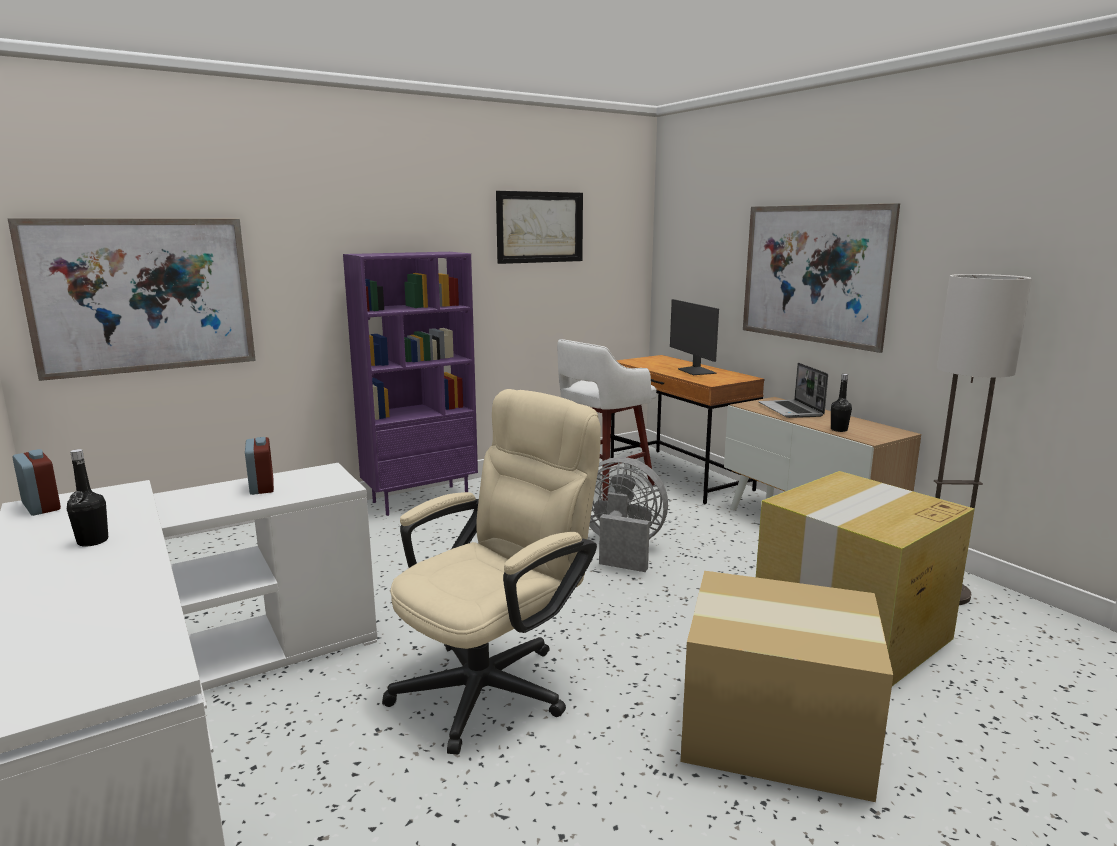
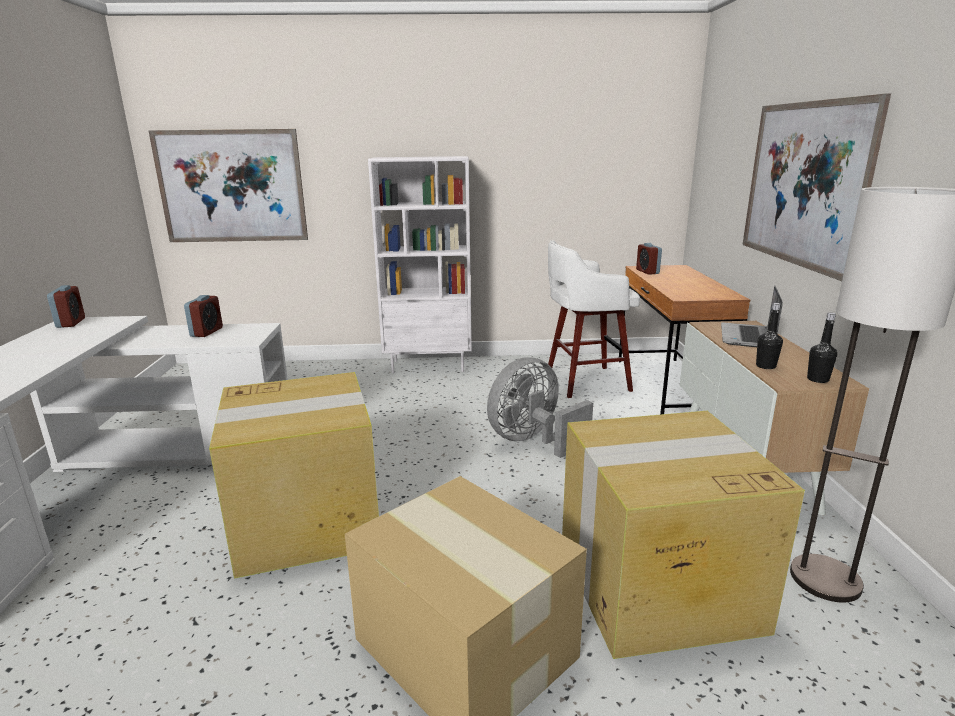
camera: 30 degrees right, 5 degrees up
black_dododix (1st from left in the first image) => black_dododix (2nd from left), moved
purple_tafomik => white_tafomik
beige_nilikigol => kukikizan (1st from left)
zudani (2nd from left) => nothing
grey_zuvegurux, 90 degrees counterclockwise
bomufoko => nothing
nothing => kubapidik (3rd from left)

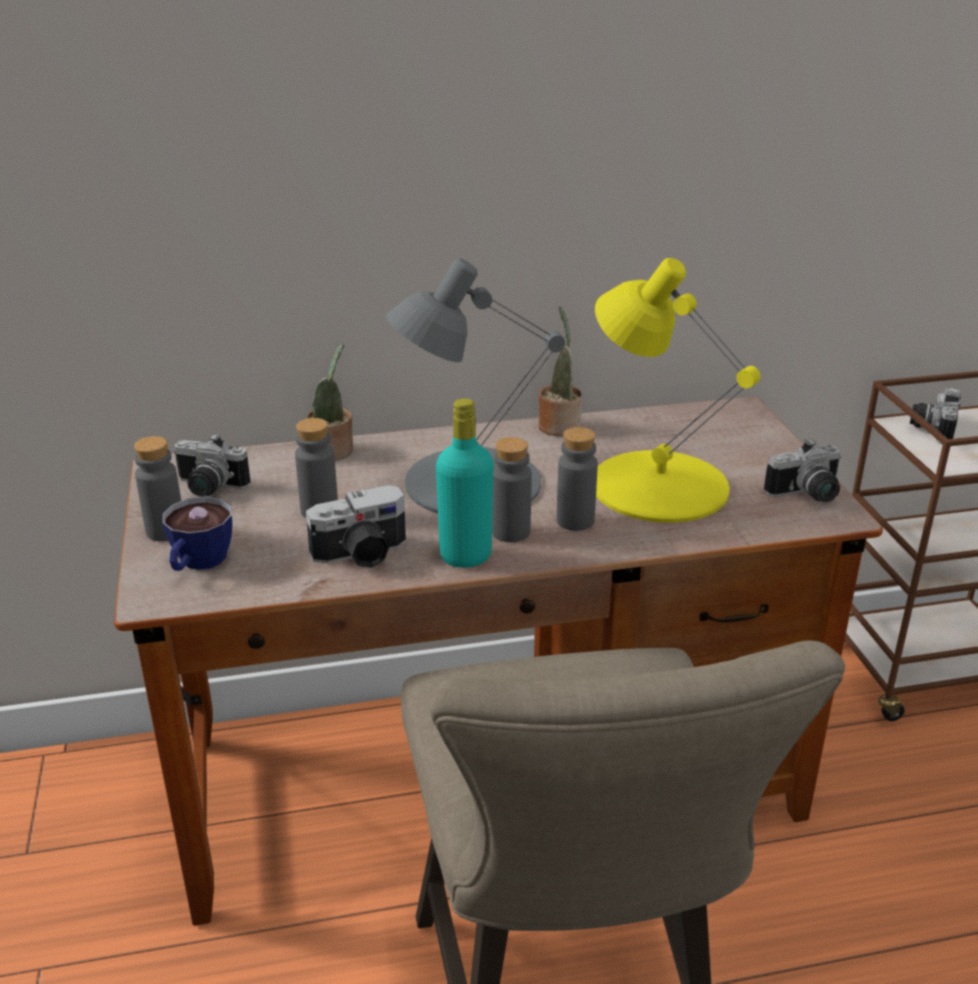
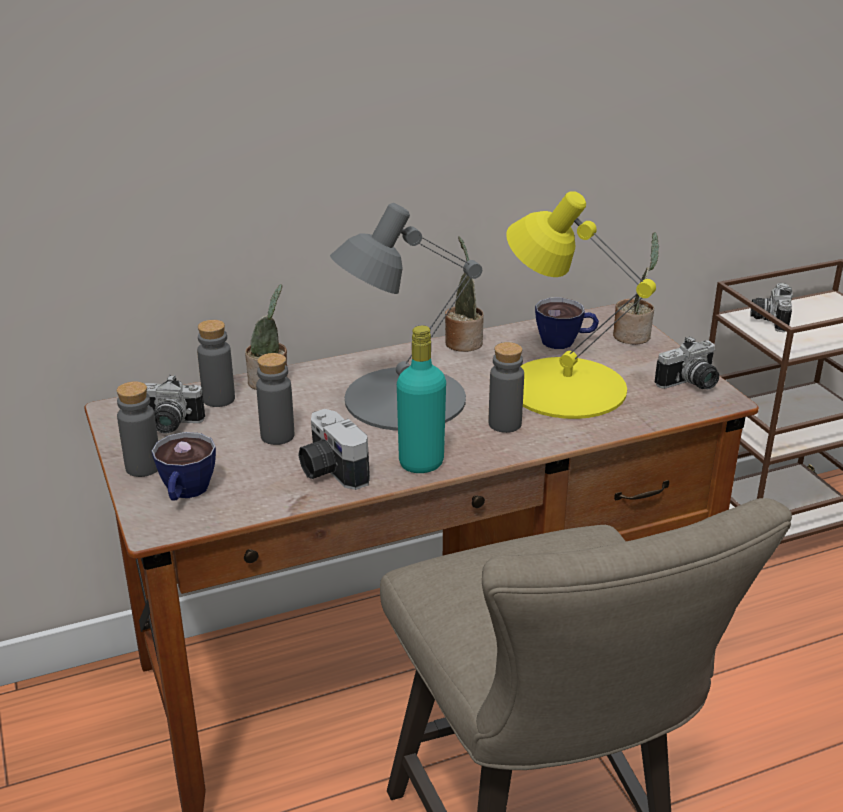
camera: 10 degrees left, 0 degrees up
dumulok (2nd from left), 90 degrees clockwise
grey_dododix (3rd from left in the first image) => grey_dododix (2nd from left), moved
nothing => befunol (2nd from left)
nothing => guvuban (3rd from left)

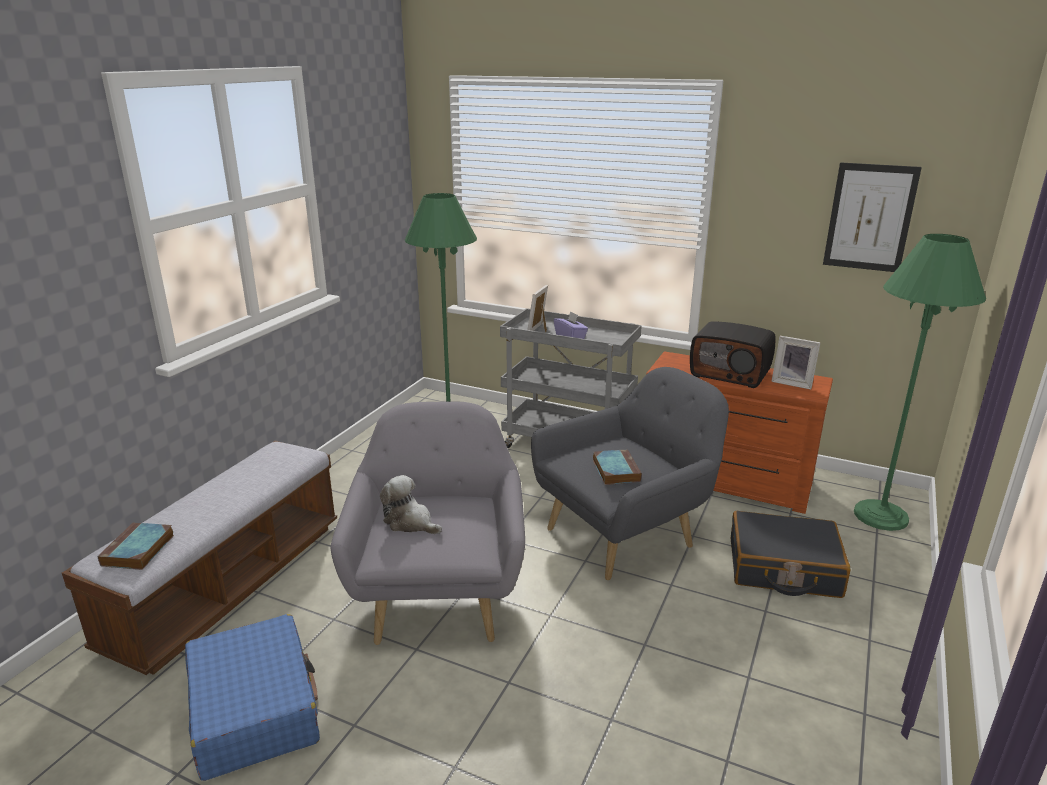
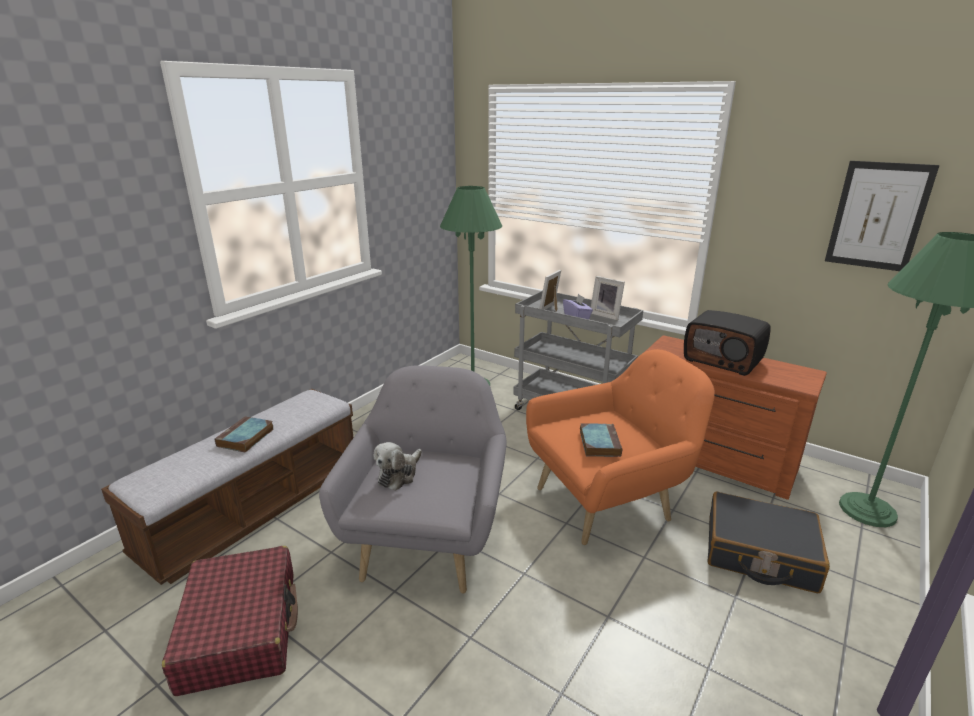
camera: 10 degrees right, 0 degrees up
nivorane (1st from left), moved
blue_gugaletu => red_gugaletu
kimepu, 105 degrees counterclockwise
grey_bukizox (2nd from left) => orange_bukizox
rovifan (2nd from left), moved

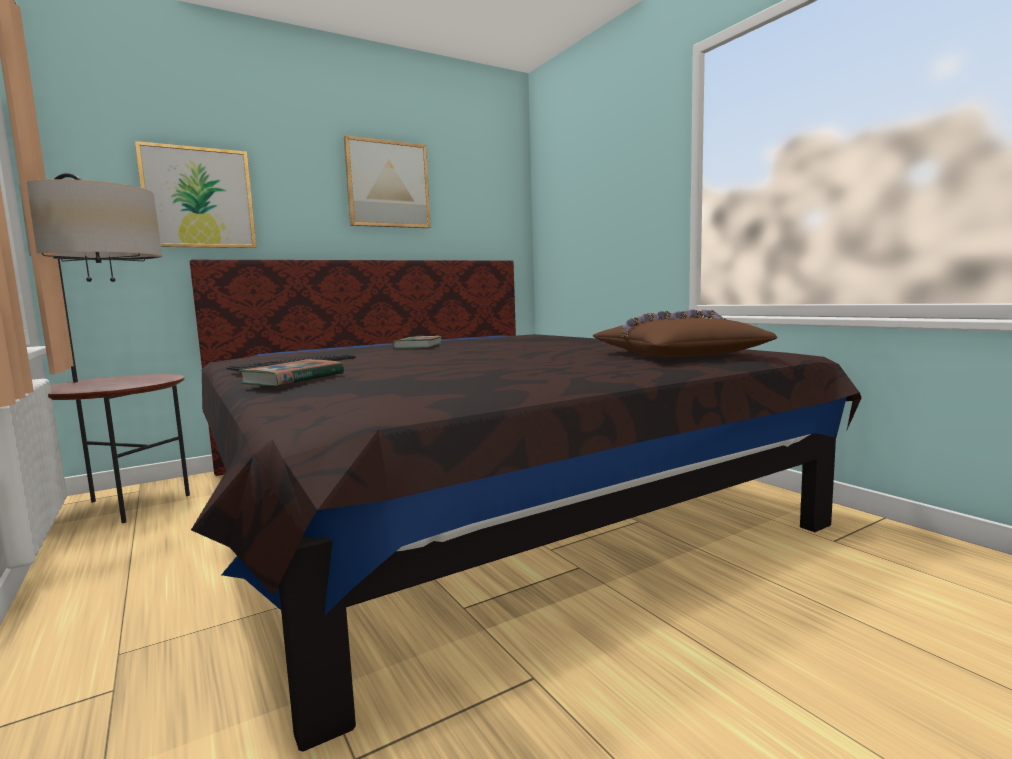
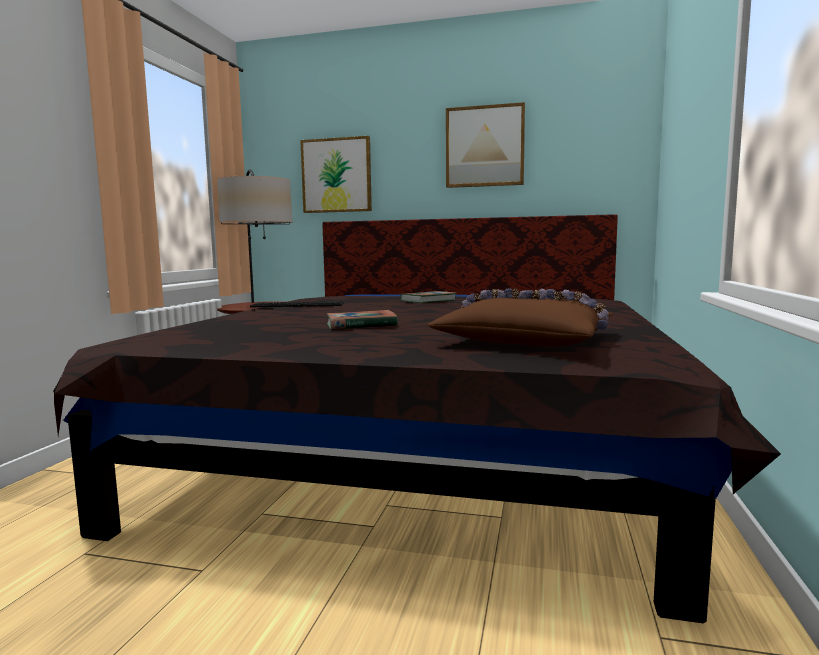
camera: 45 degrees right, 0 degrees up
nivorane (1st from left), moved

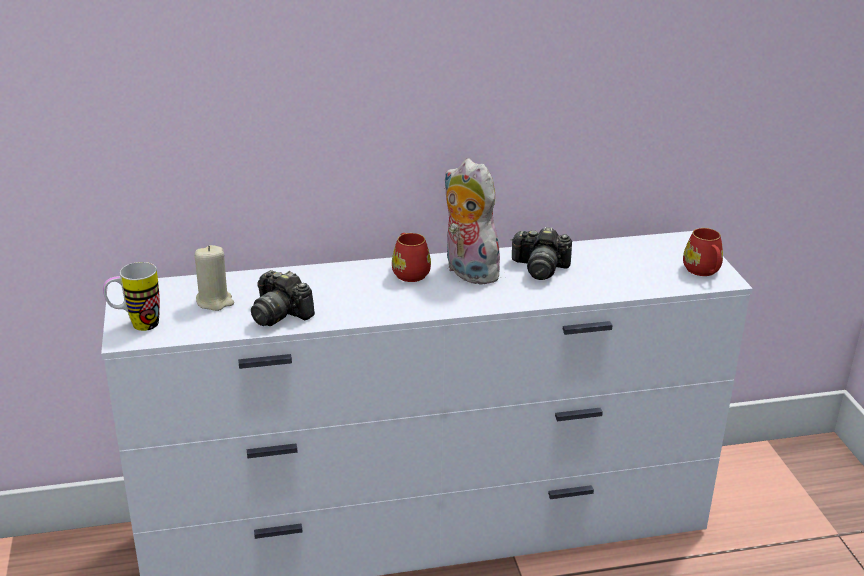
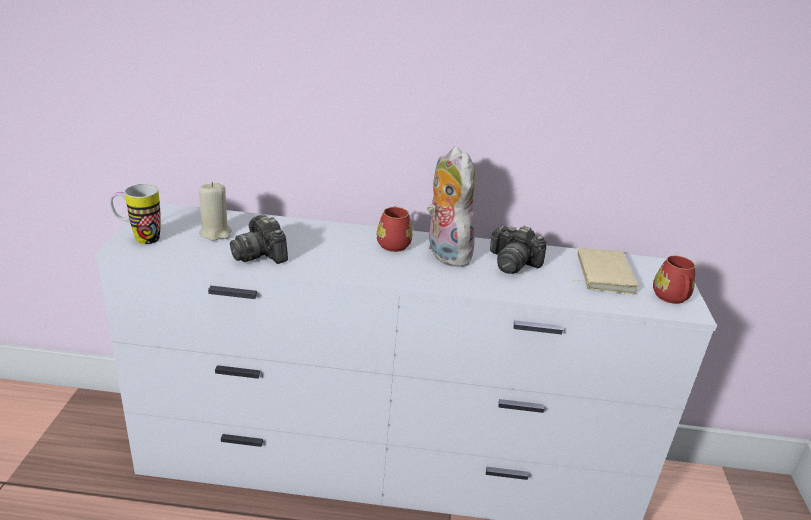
camera: 15 degrees right, 0 degrees up
nothing => beige_nivorane

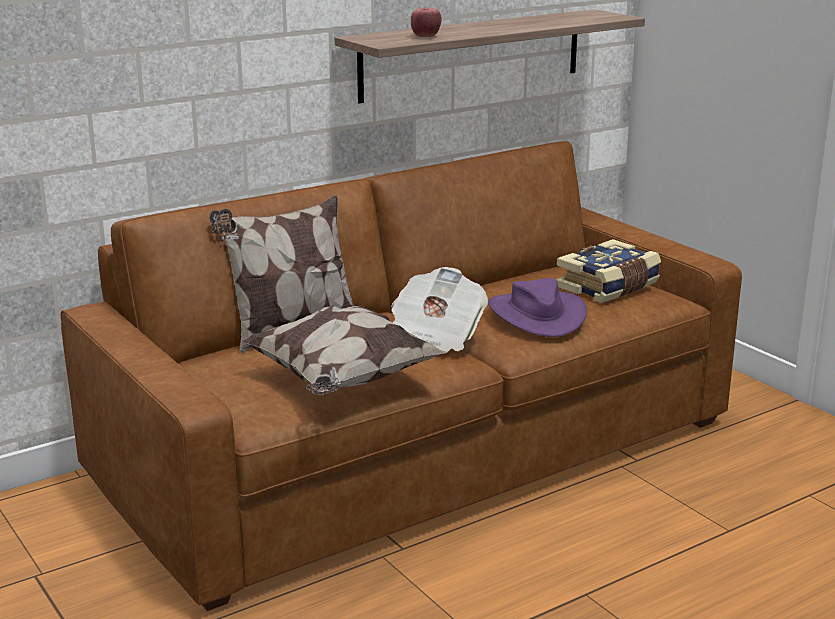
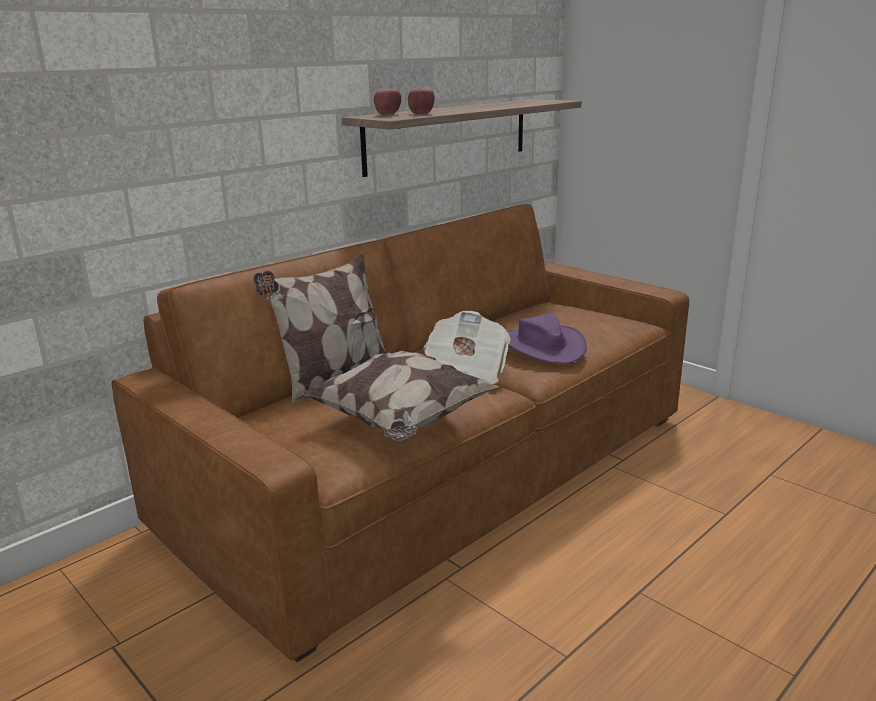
camera: 10 degrees left, 0 degrees up
nivorane => nothing
nothing => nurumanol (1st from left)

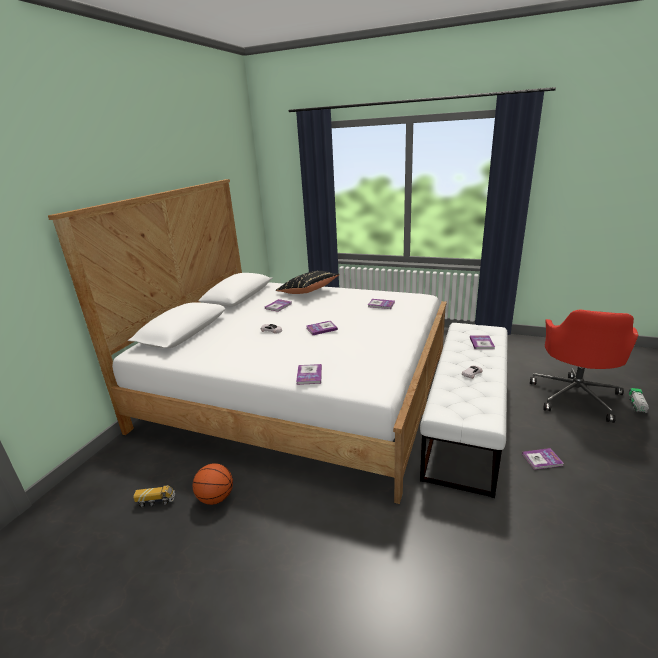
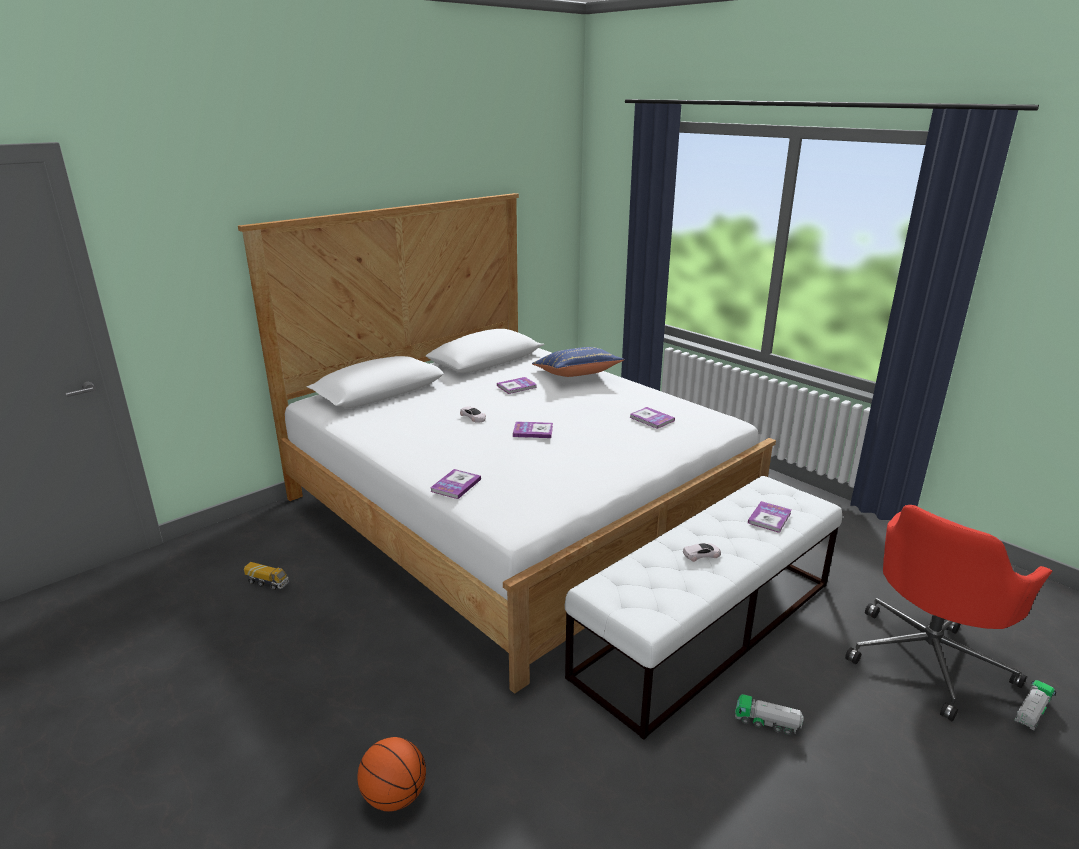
camera: 25 degrees right, 0 degrees up
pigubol, moved
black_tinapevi => blue_tinapevi
nivorane (6th from left) => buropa (2nd from left)

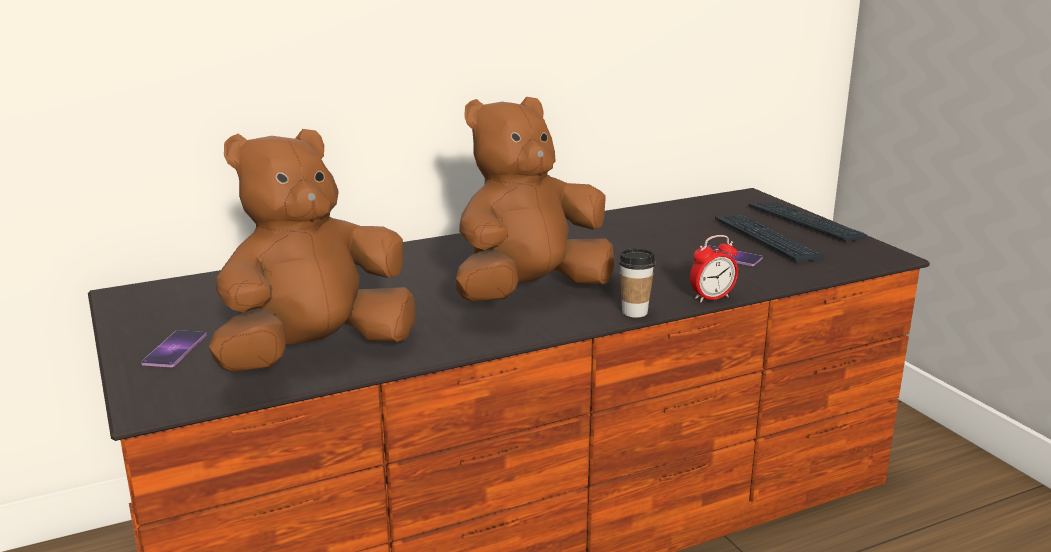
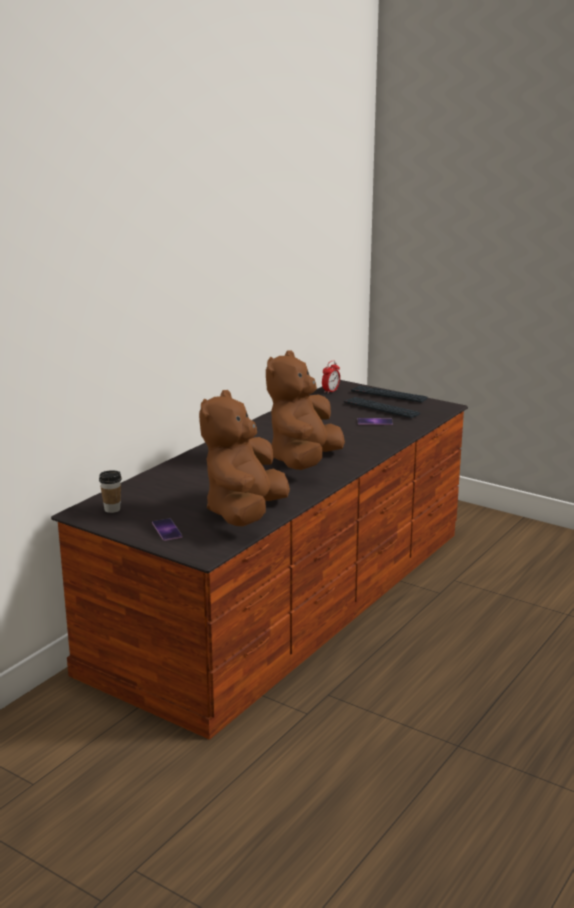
camera: 30 degrees left, 0 degrees up
befunol, moved
kubapidik, moved

